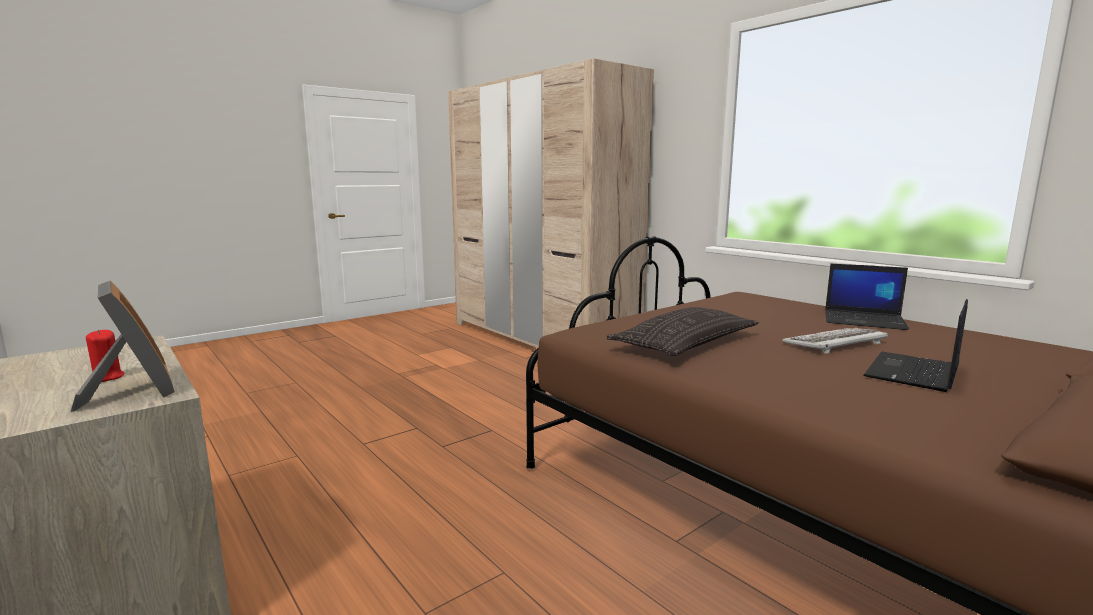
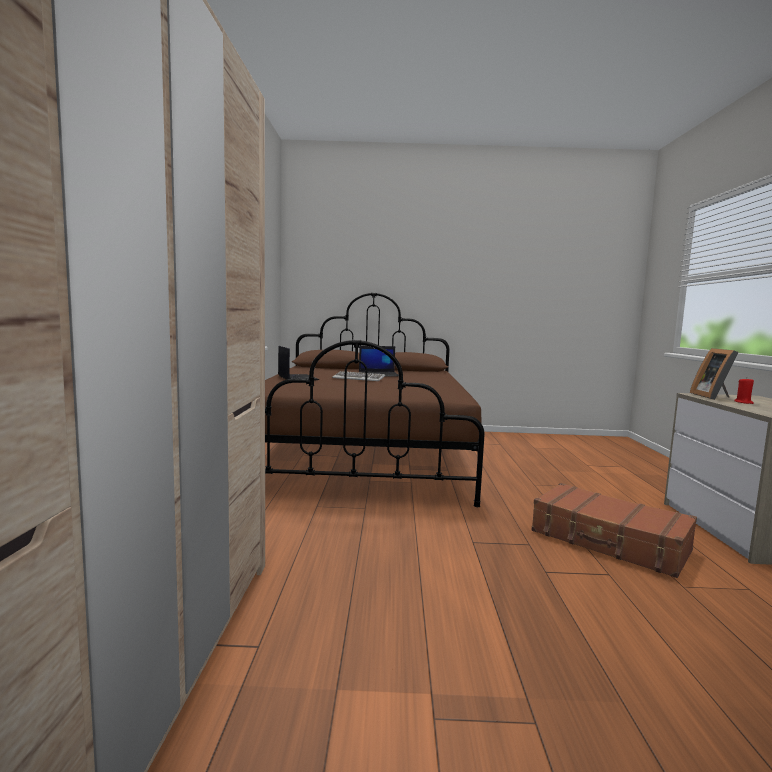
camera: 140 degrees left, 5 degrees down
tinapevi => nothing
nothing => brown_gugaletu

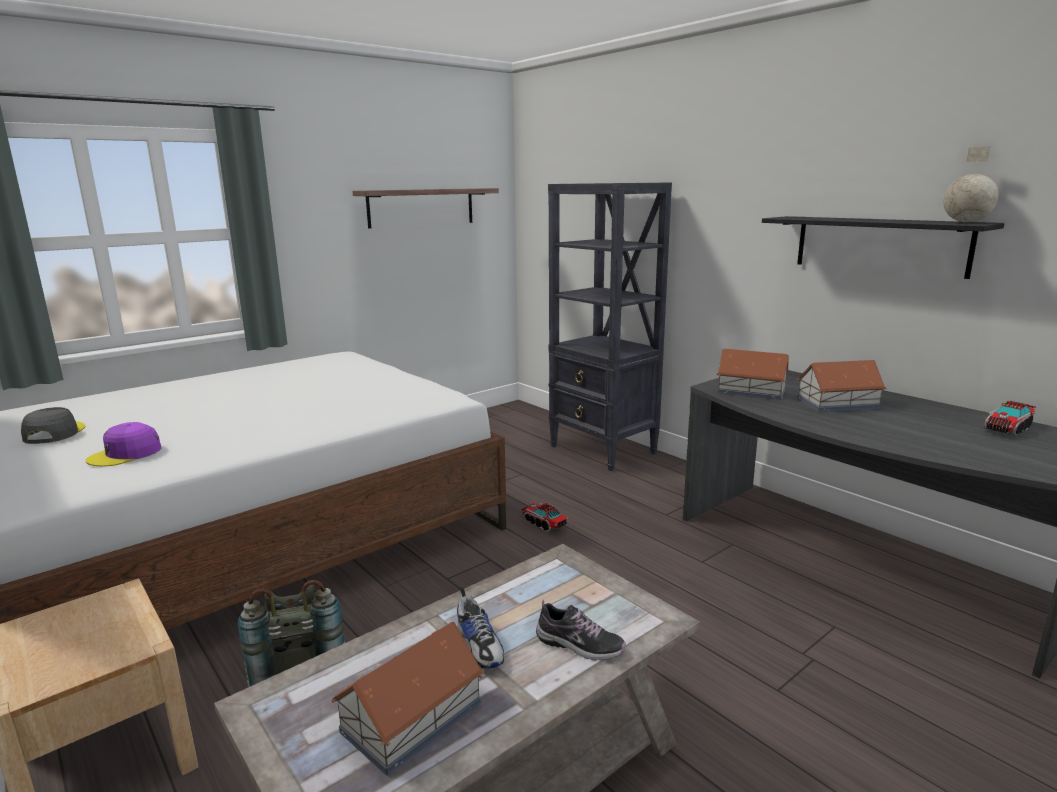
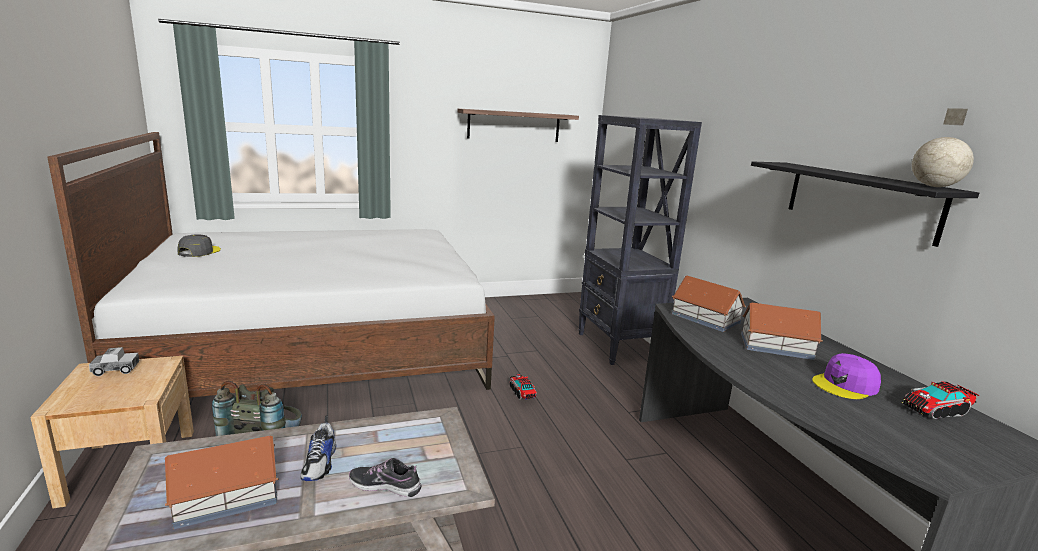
camera: 20 degrees right, 0 degrees up
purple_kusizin, moved
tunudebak (2nd from left), 150 degrees clockwise
nothing => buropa (1st from left)

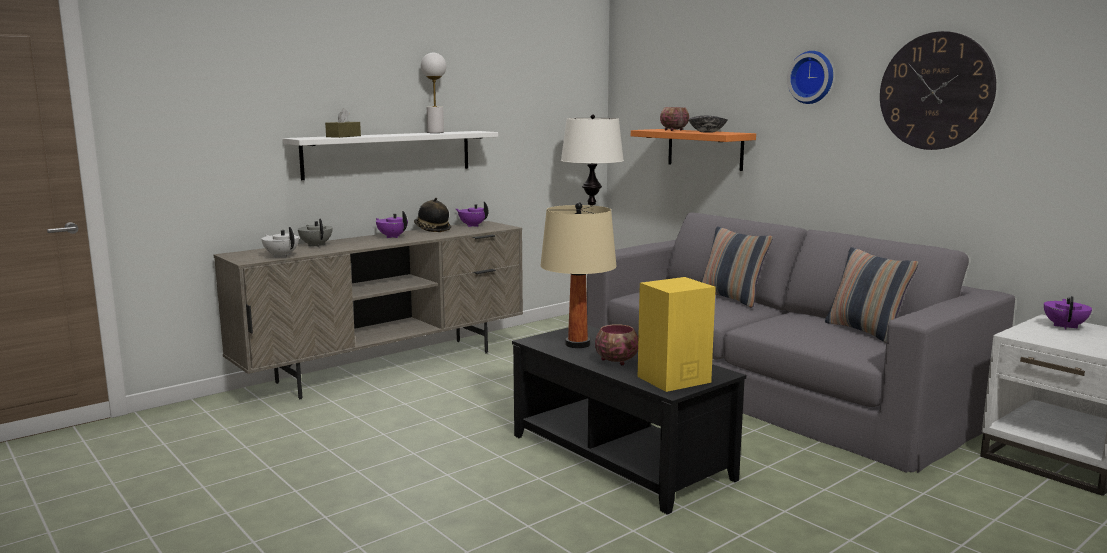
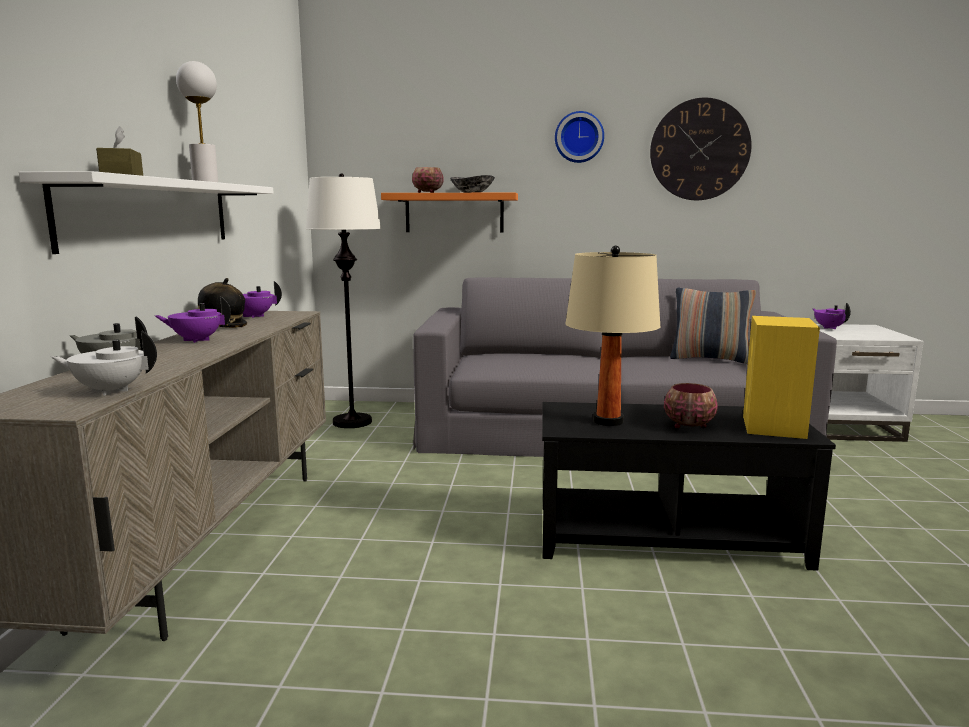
camera: 45 degrees left, 0 degrees up
tinapevi (1st from left) => nothing

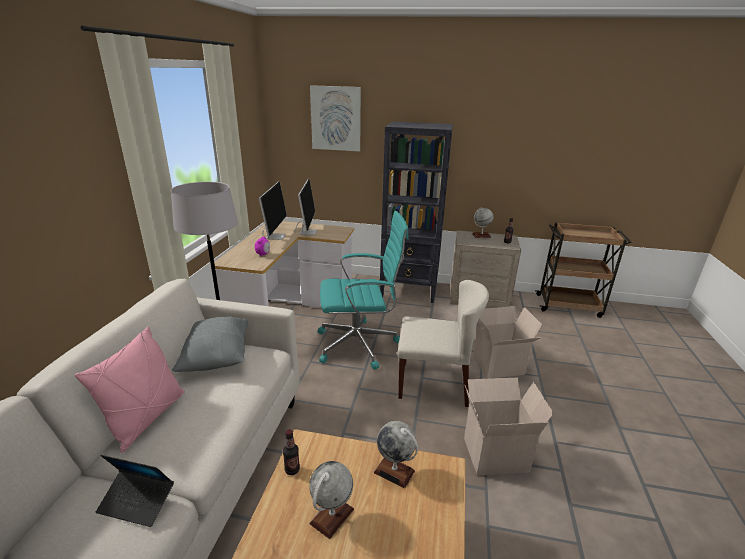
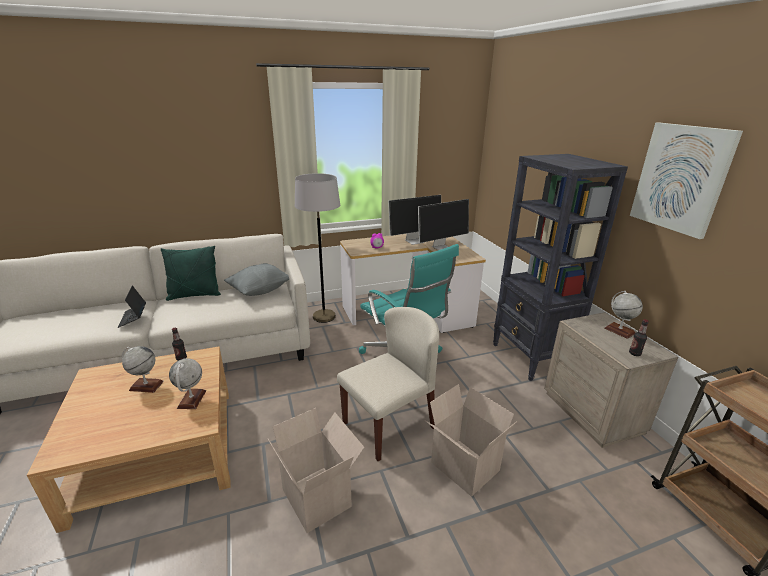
camera: 60 degrees right, 0 degrees up
pink_tinapevi => green_tinapevi
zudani, moved
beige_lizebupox, 105 degrees counterclockwise

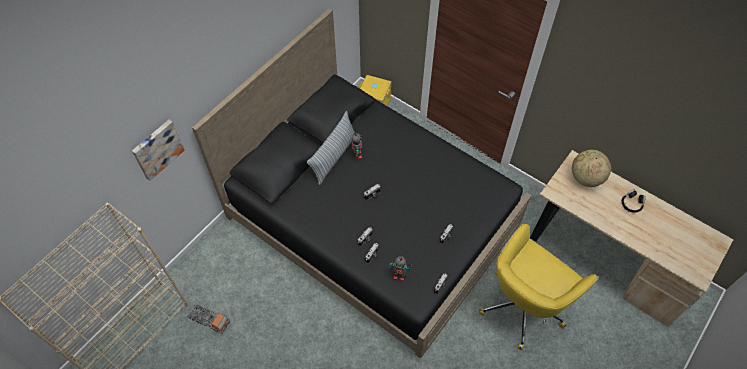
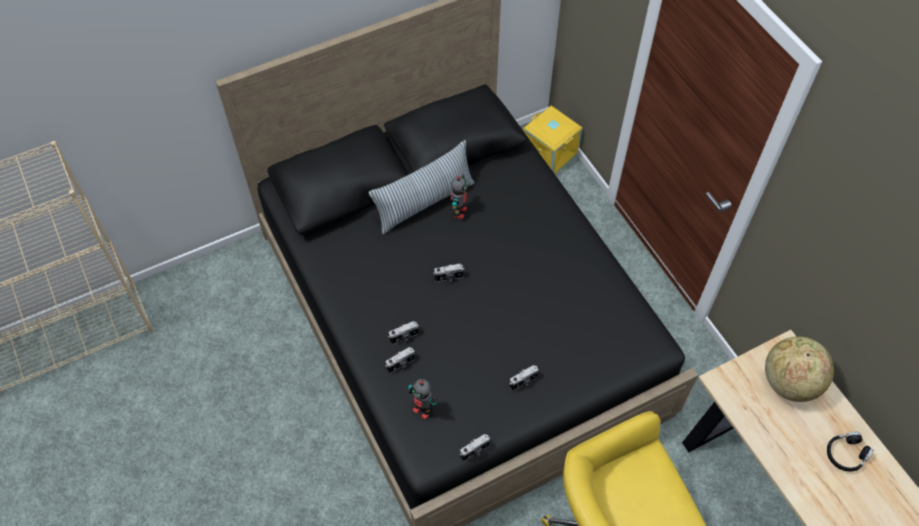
camera: 25 degrees right, 0 degrees up
zudani => nothing
buropa => nothing

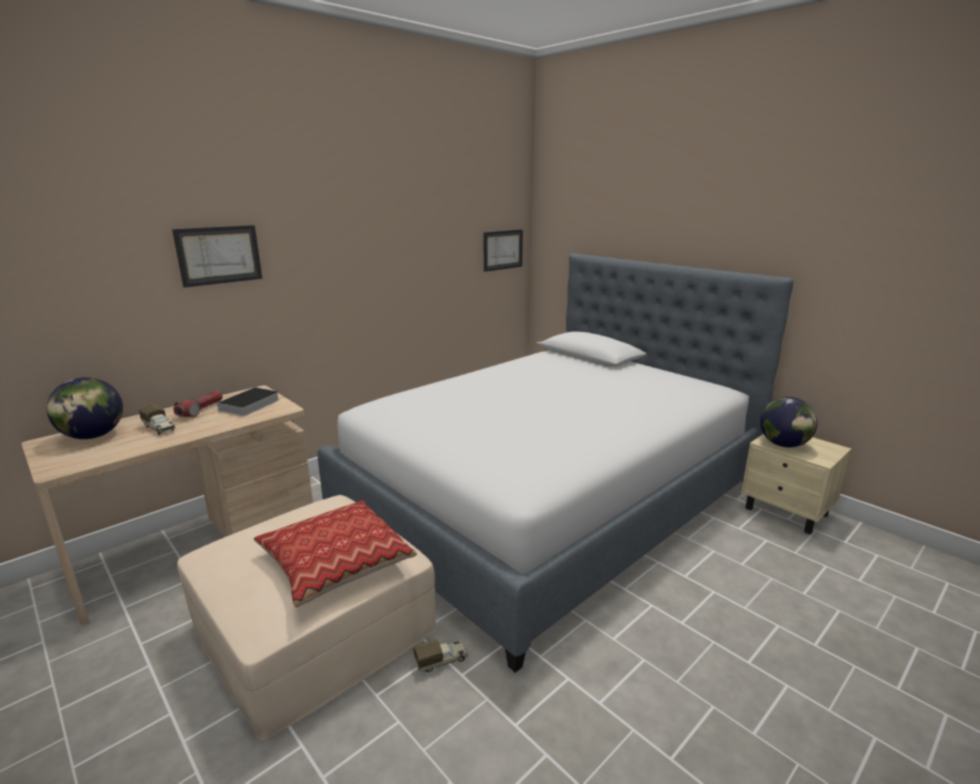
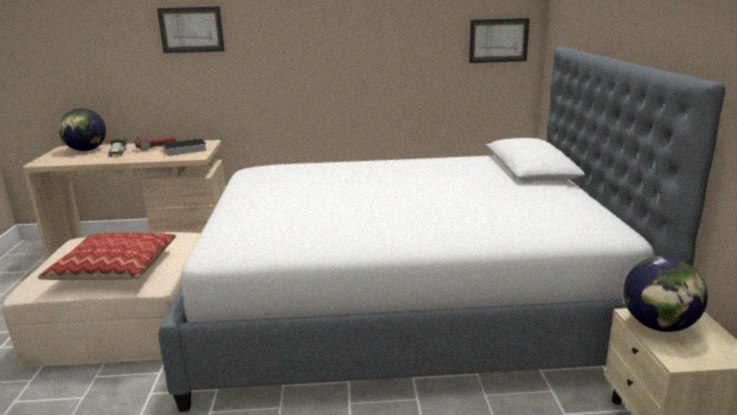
camera: 40 degrees right, 0 degrees up
buropa (2nd from left) => nothing

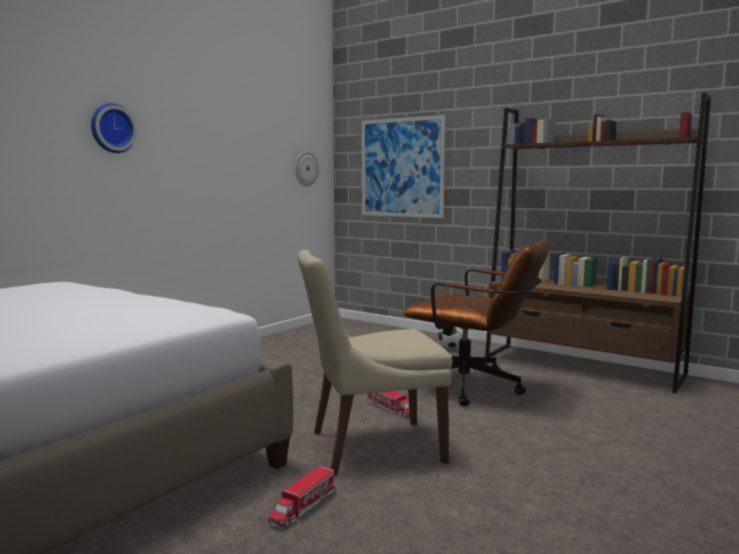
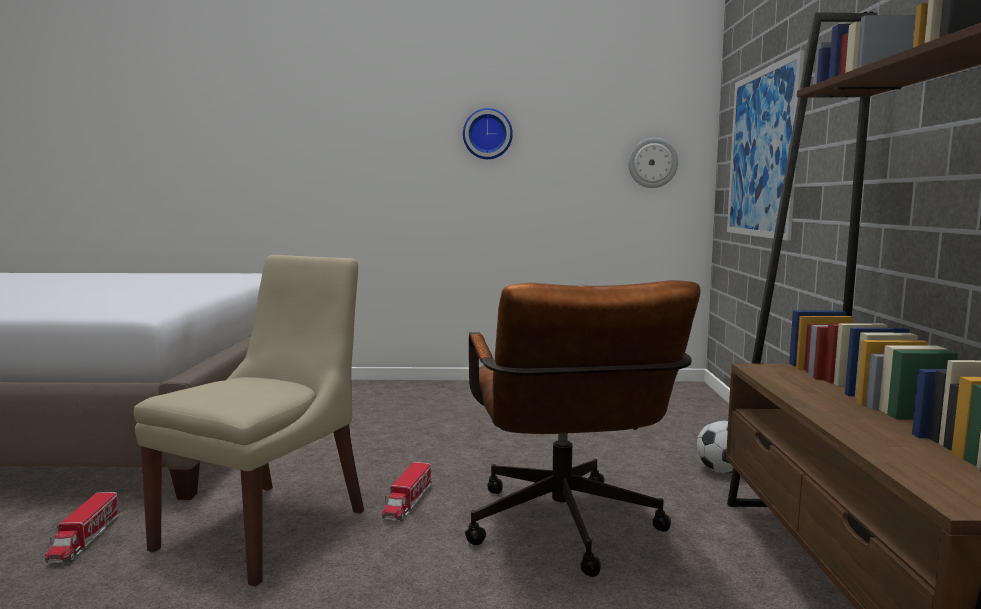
camera: 55 degrees right, 0 degrees up
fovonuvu (1st from left), moved
buropa (1st from left), 90 degrees counterclockwise
beige_lizebupox, 75 degrees clockwise

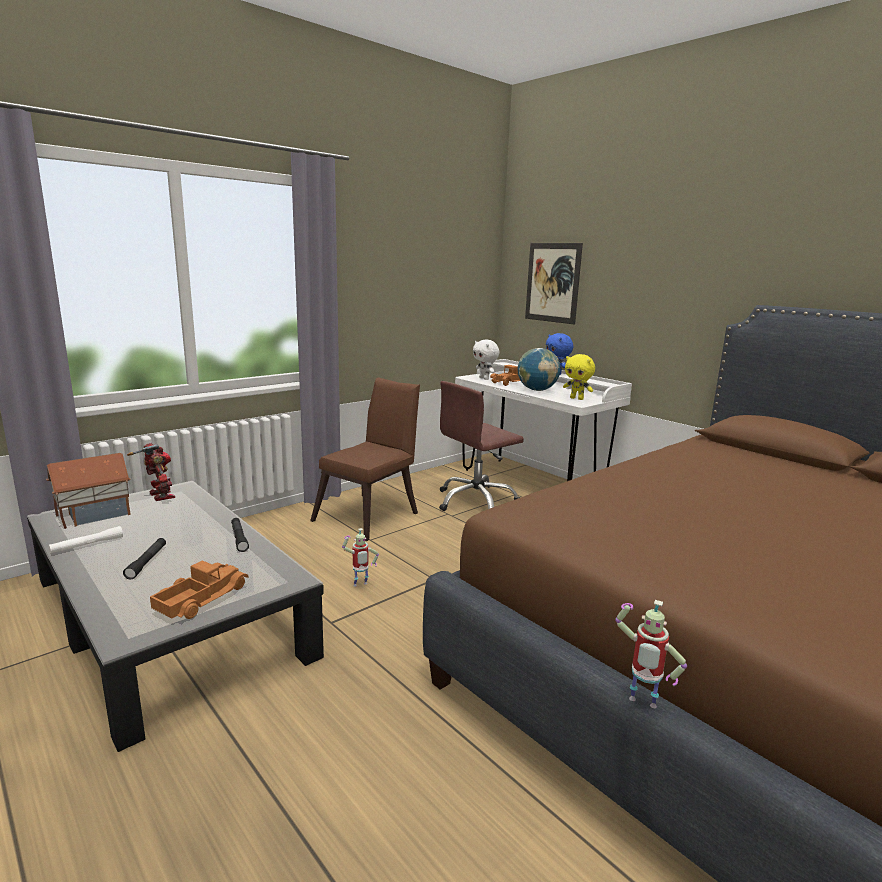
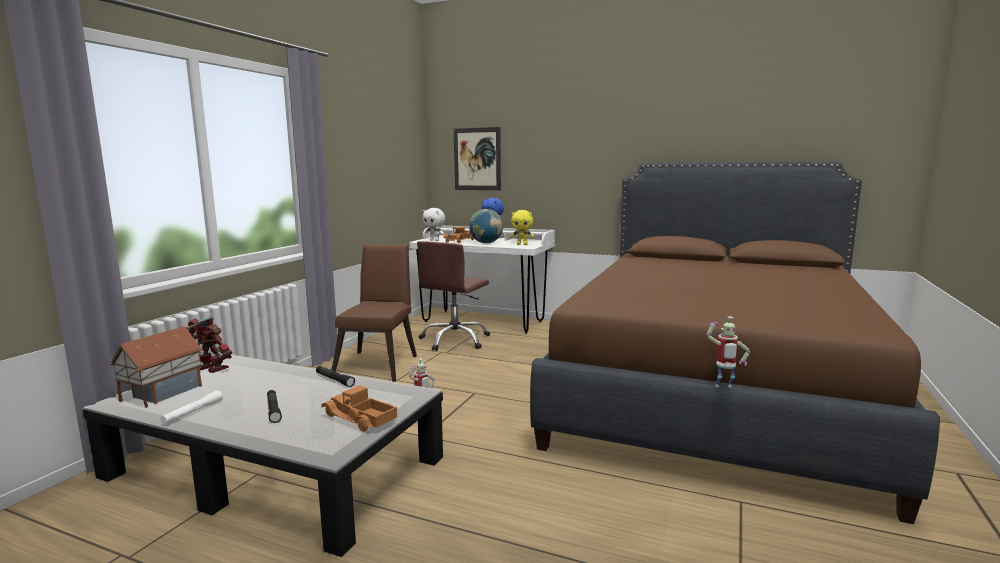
camera: 25 degrees left, 5 degrees down
buropa (1st from left), 60 degrees counterclockwise

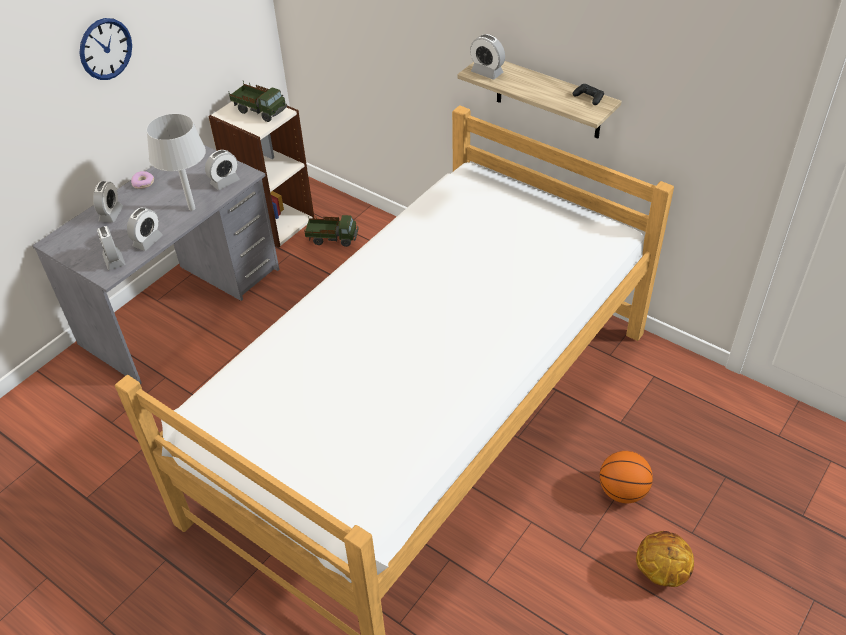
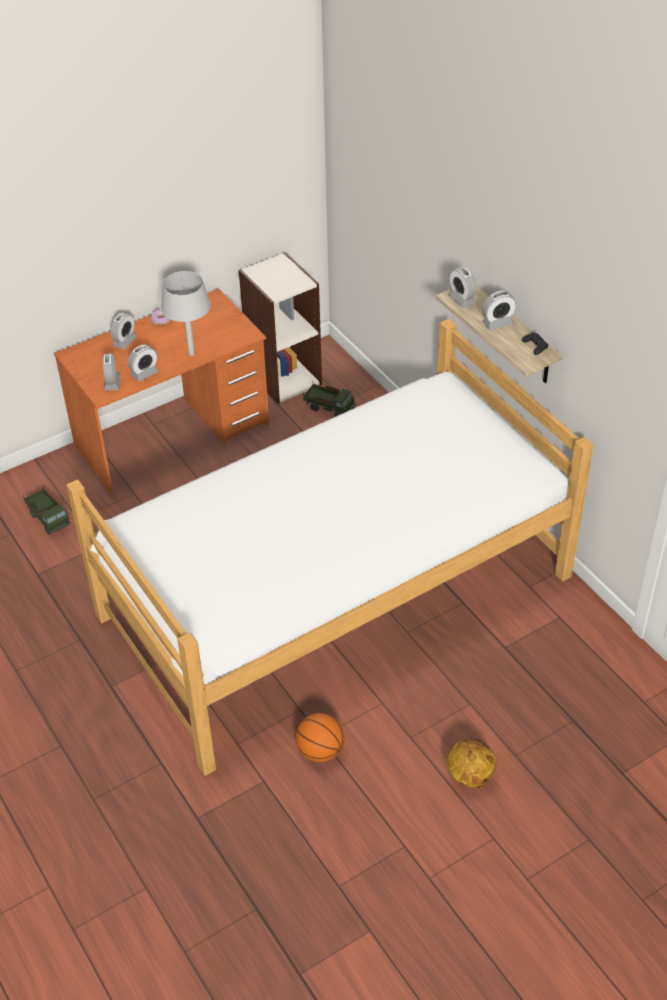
camera: 20 degrees right, 0 degrees up
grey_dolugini => orange_dolugini
fovonuvu => nothing
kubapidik (4th from left in the first image) => kubapidik (5th from left), moved
buropa (1st from left), moved
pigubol (1st from left), moved

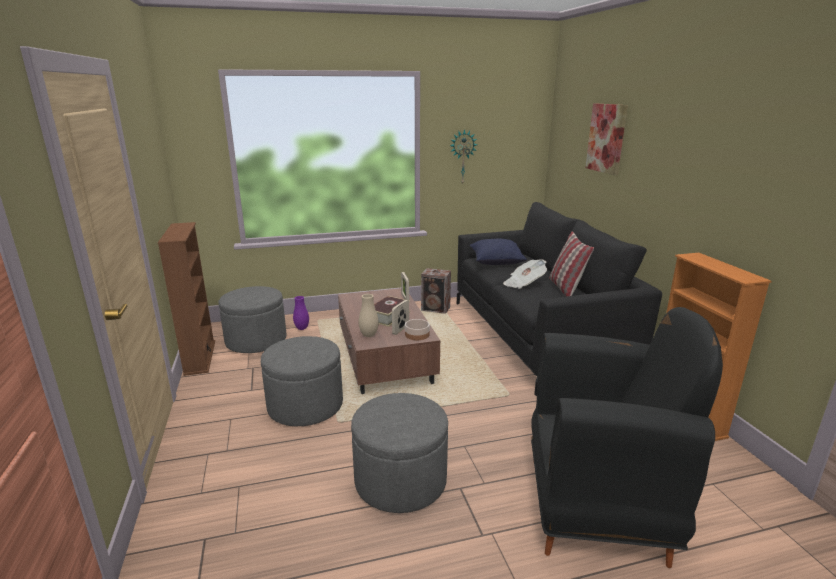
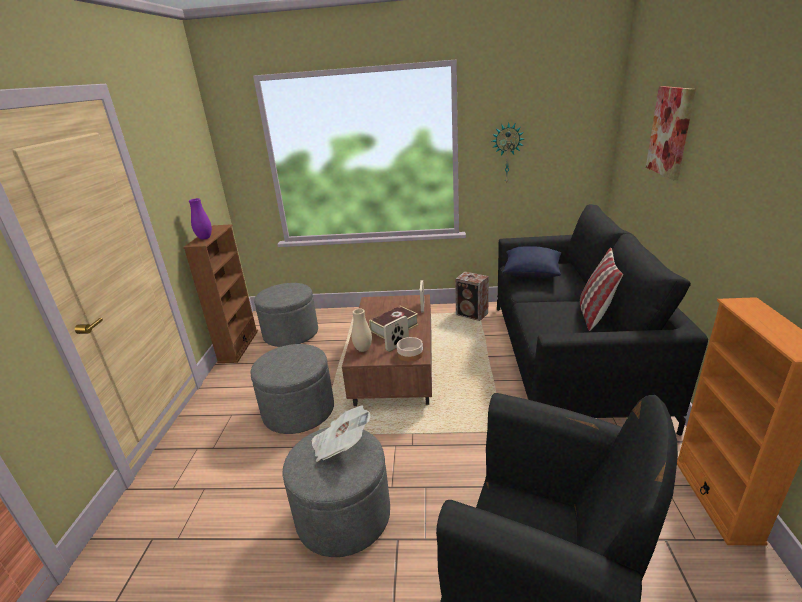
camera: 20 degrees right, 5 degrees up
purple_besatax, moved
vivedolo, moved

